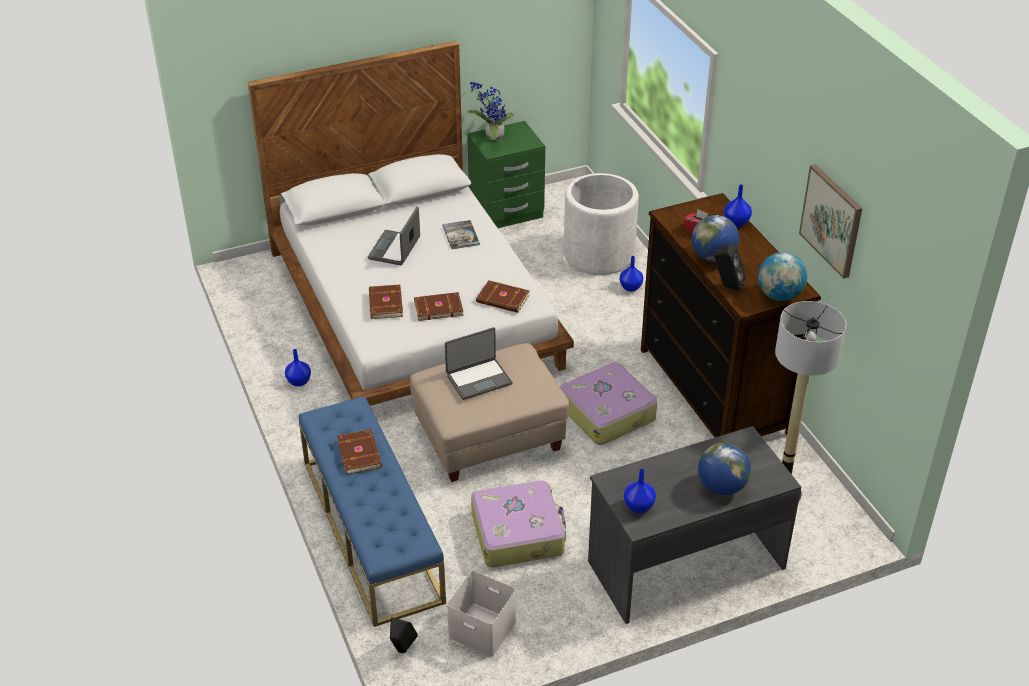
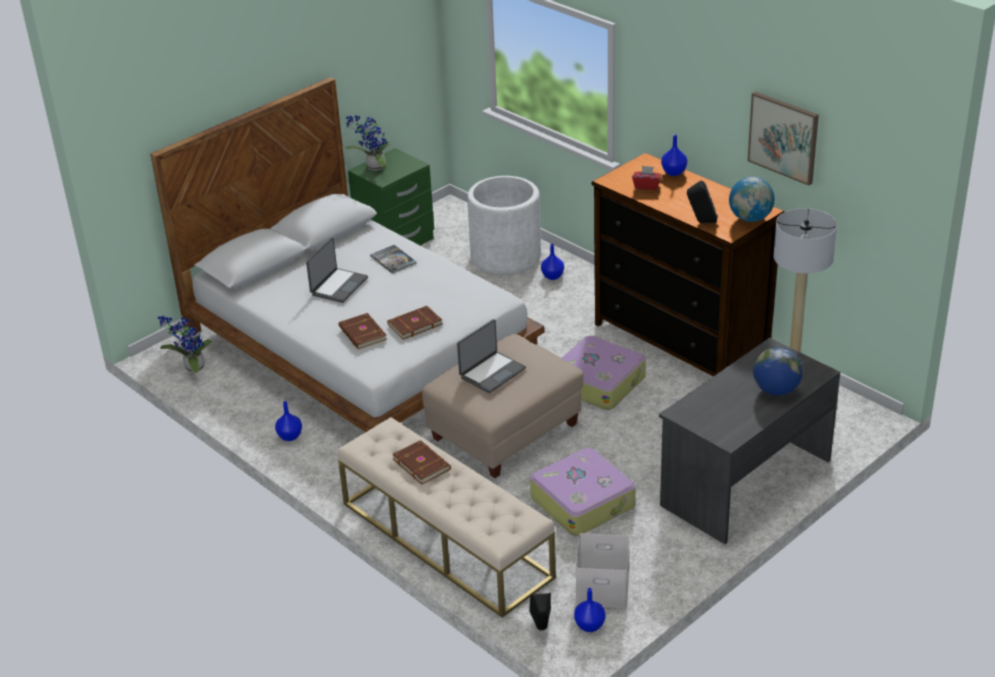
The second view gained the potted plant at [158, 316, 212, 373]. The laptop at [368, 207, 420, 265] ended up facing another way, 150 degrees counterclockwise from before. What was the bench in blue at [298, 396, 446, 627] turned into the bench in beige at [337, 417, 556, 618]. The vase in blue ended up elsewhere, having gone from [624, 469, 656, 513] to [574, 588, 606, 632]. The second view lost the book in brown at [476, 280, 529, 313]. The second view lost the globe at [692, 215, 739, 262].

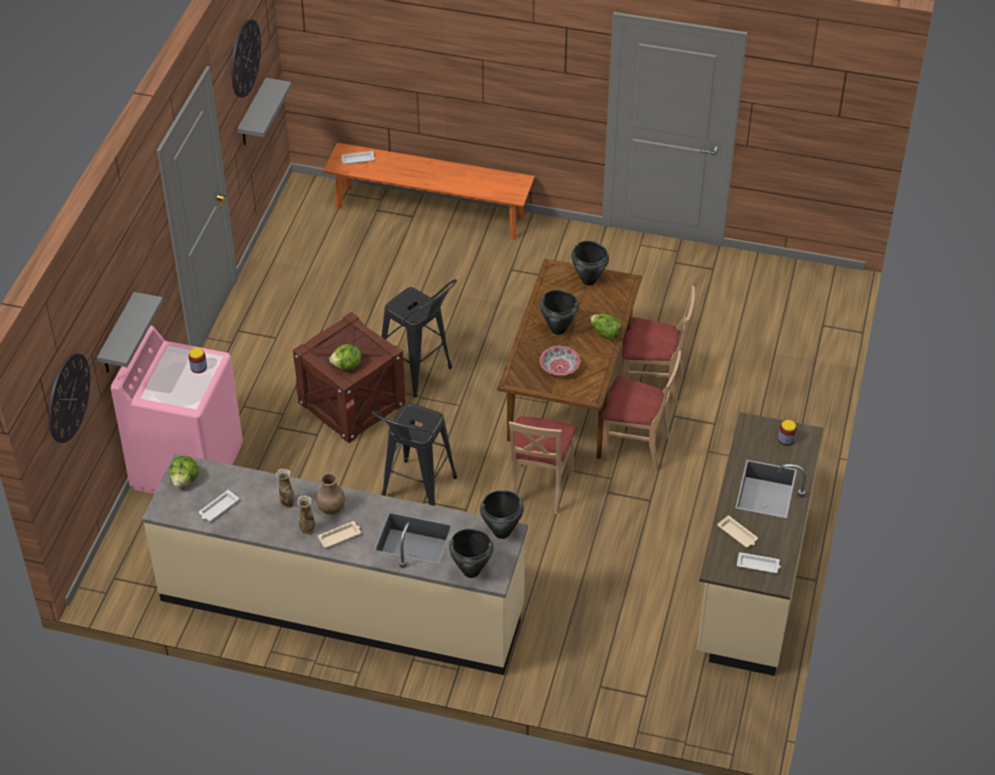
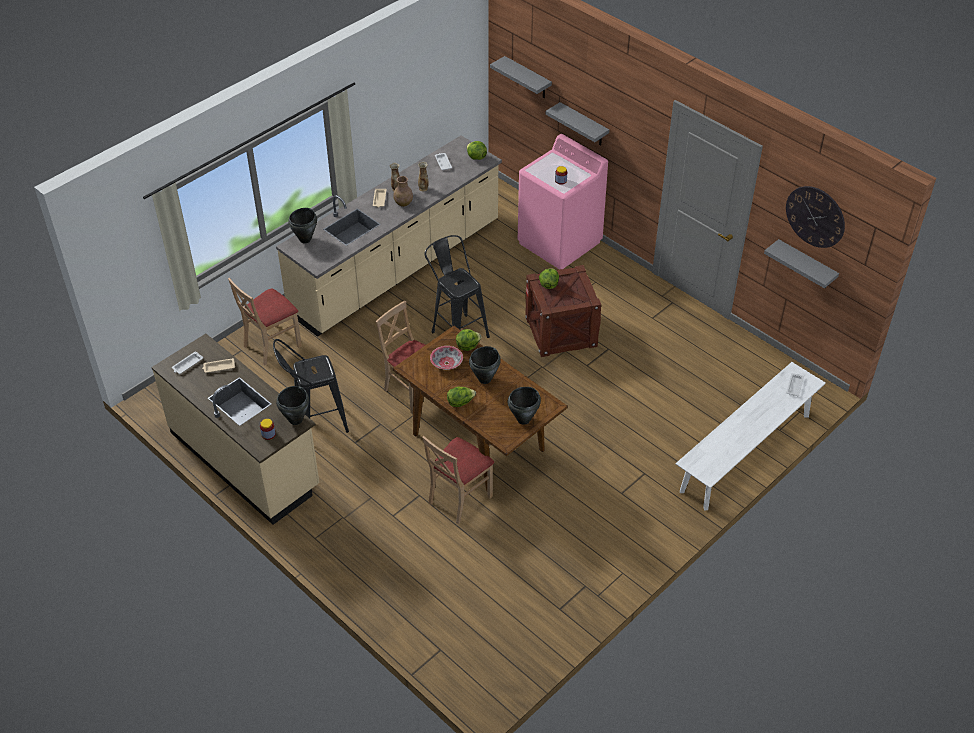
The chair in beige ended up elsewhere, having gone from [601, 350, 681, 471] to [228, 278, 302, 365]. The stool in black ended up elsewhere, having gone from [381, 279, 457, 398] to [273, 339, 349, 433]. The cooking pot in black ended up elsewhere, having gone from [480, 490, 524, 539] to [276, 386, 309, 425]. The second view gained the lettuce at [456, 329, 481, 351]. Where the wall clock hung at [49, 353, 90, 443], the shelf in grey came to hang at [490, 56, 552, 98]. What was the bench in orange at [323, 143, 535, 240] turned into the bench in white at [676, 362, 826, 511].

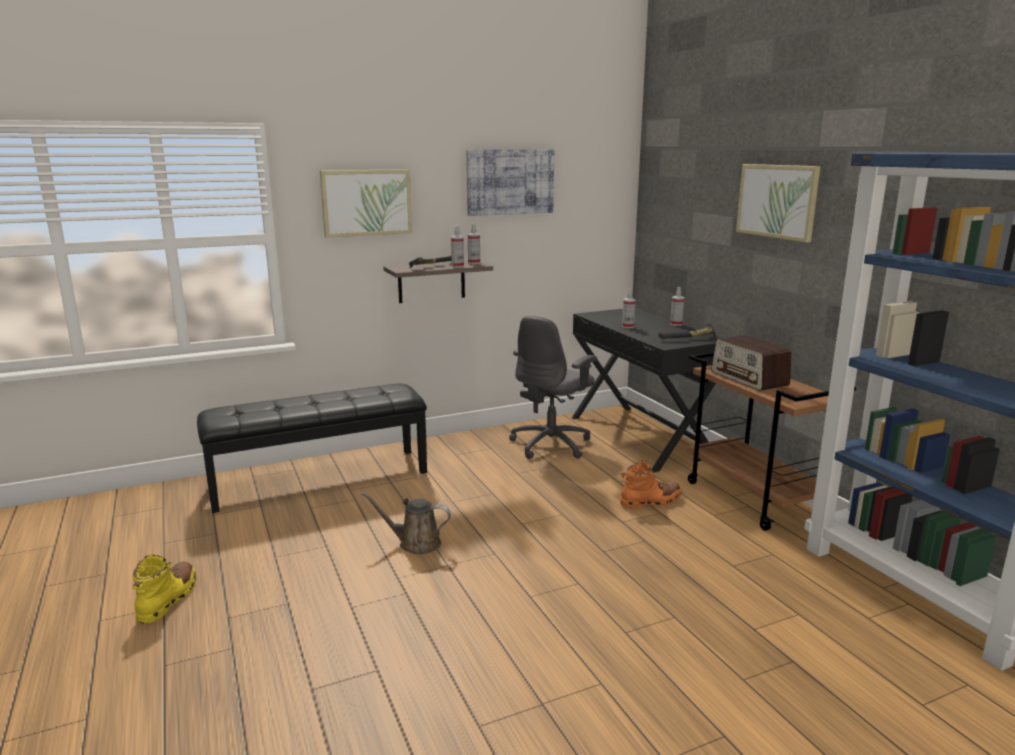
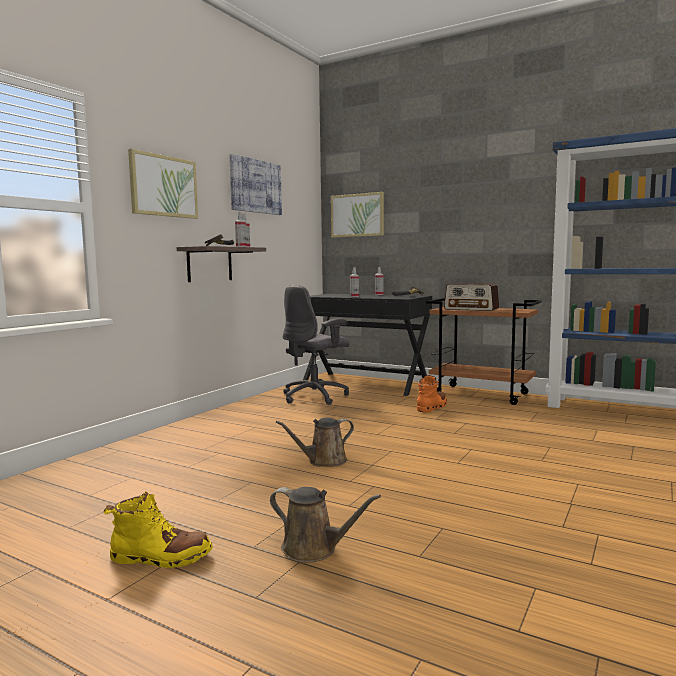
The boot in yellow at [133, 555, 196, 624] ended up facing another way, 120 degrees clockwise from before. The second view gained the watering can in brown at [270, 487, 381, 563]. The office chair in grey at [509, 316, 597, 459] ended up facing another way, 45 degrees clockwise from before. The picture ended up elsewhere, having gone from [736, 164, 821, 242] to [331, 192, 384, 237]. The second view lost the bench in black at [197, 383, 427, 513].

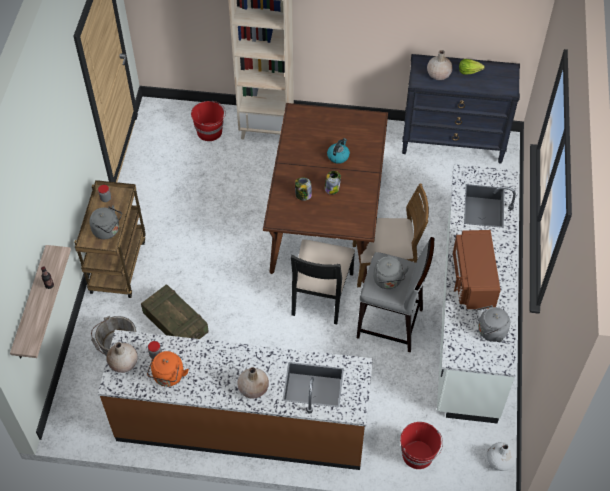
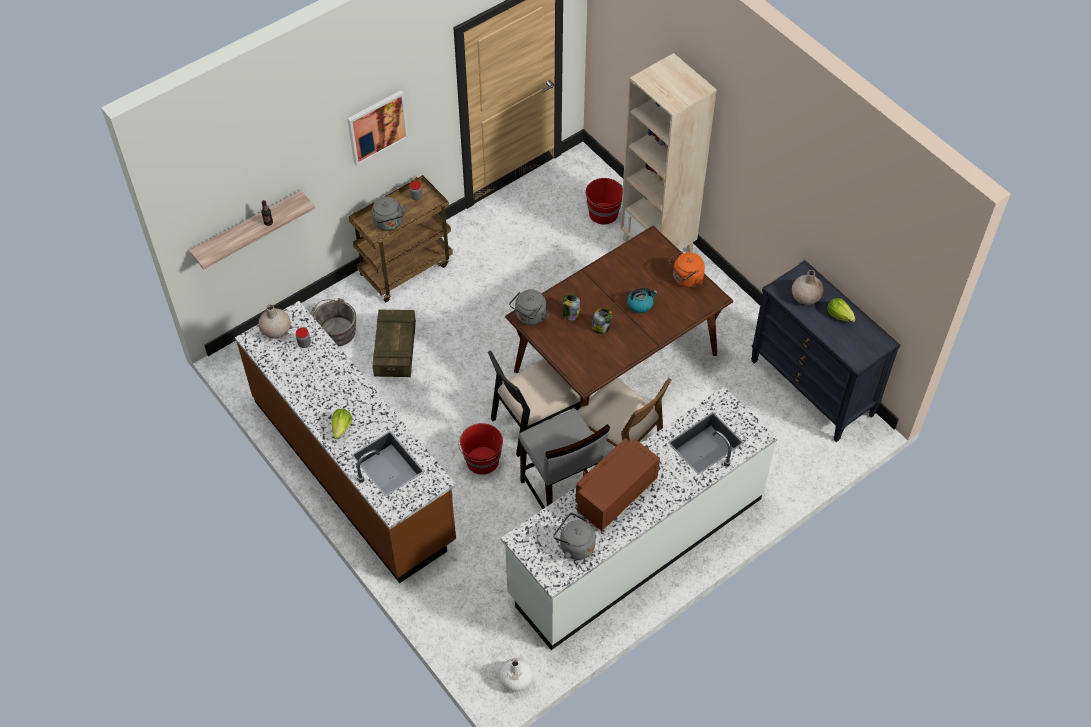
Where the vase in beige stood at [237, 367, 269, 399], the lettuce came to stand at [332, 408, 352, 439]. The second view gained the picture at [347, 90, 409, 166]. The bucket in red ended up elsewhere, having gone from [400, 422, 443, 469] to [458, 423, 503, 475]. The kettle in grey ended up elsewhere, having gone from [373, 256, 409, 289] to [509, 289, 549, 325]. The kettle in orange ended up elsewhere, having gone from [147, 351, 189, 387] to [668, 251, 705, 287].

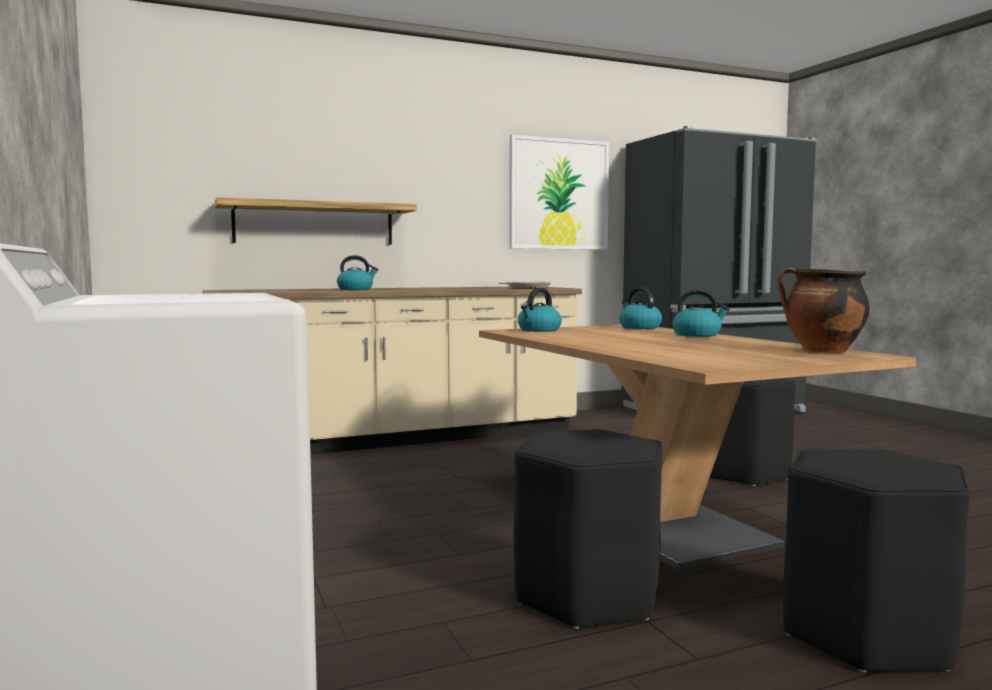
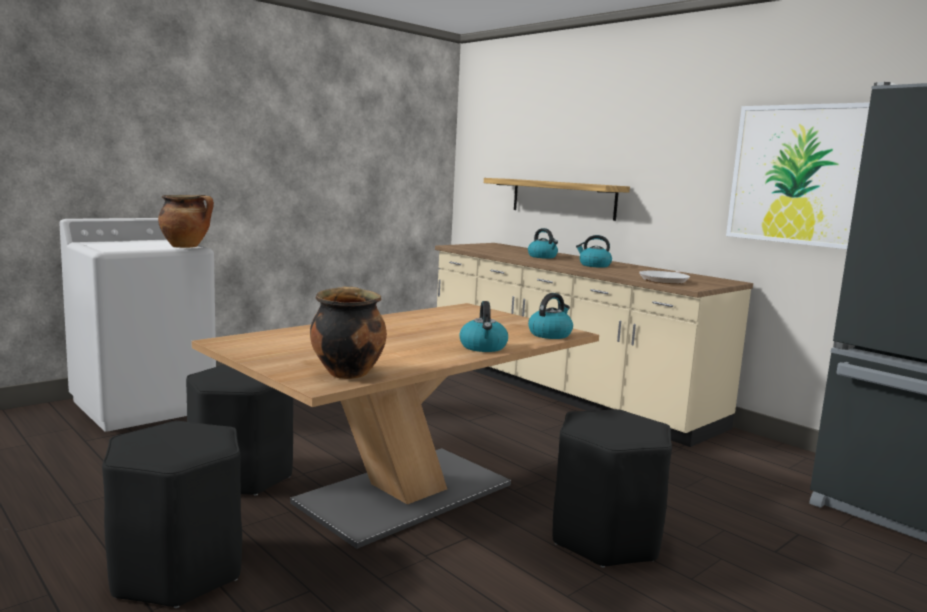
The second view gained the cooking pot at [158, 195, 214, 248]. The kettle ended up elsewhere, having gone from [518, 288, 562, 332] to [576, 235, 612, 268].

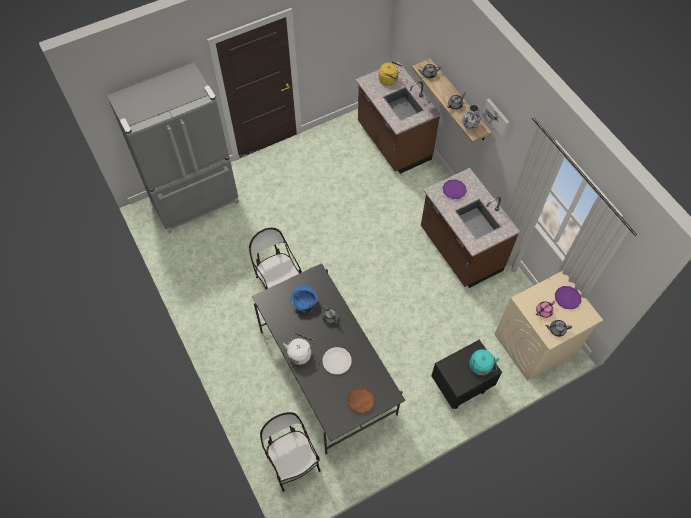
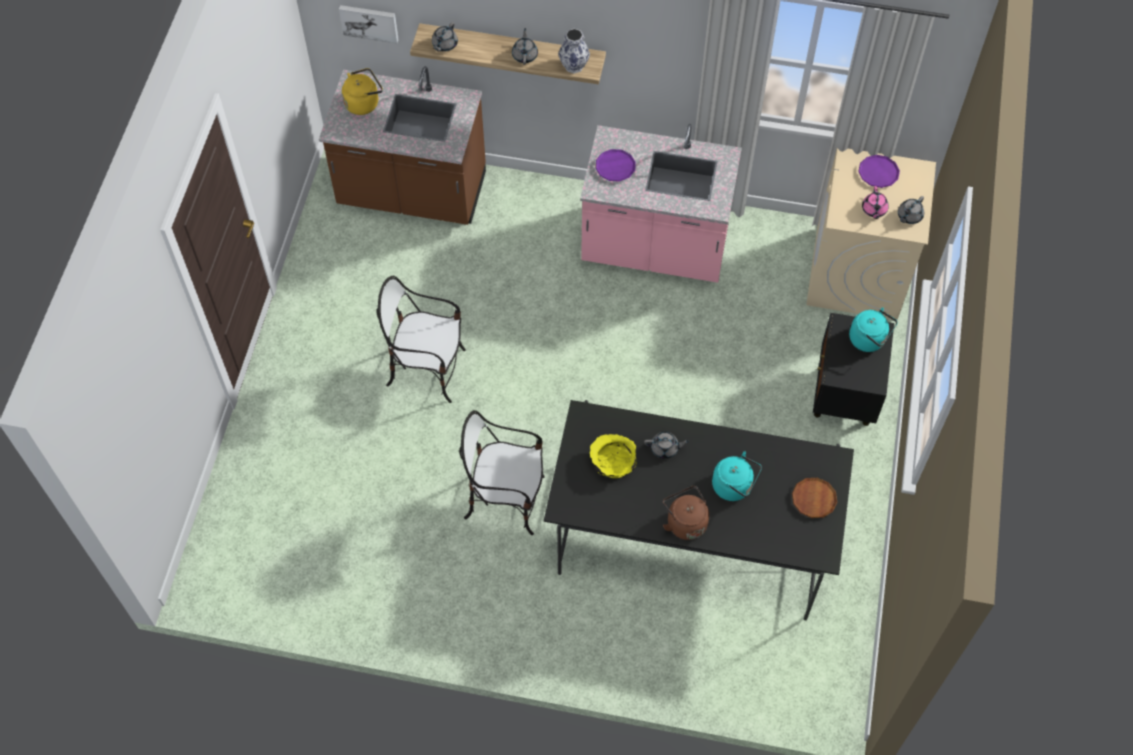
The picture ended up elsewhere, having gone from [482, 99, 510, 139] to [339, 5, 399, 44]. The chair ended up elsewhere, having gone from [260, 412, 321, 492] to [377, 275, 466, 403]. What was the counter in brown at [421, 168, 520, 288] turned into the counter in pink at [580, 124, 742, 283]. What was the bowl in blue at [290, 285, 317, 313] turned into the bowl in yellow at [590, 434, 636, 478]. What was the kettle in white at [283, 333, 314, 365] turned into the kettle in brown at [663, 486, 709, 540]. Where the plate in white stood at [323, 347, 352, 375], the kettle in turquoise came to stand at [712, 451, 762, 501]. The second view lost the fridge in grey at [107, 62, 239, 233].

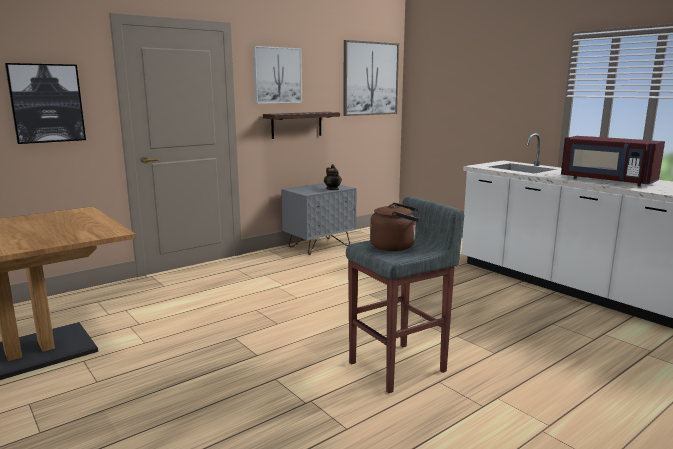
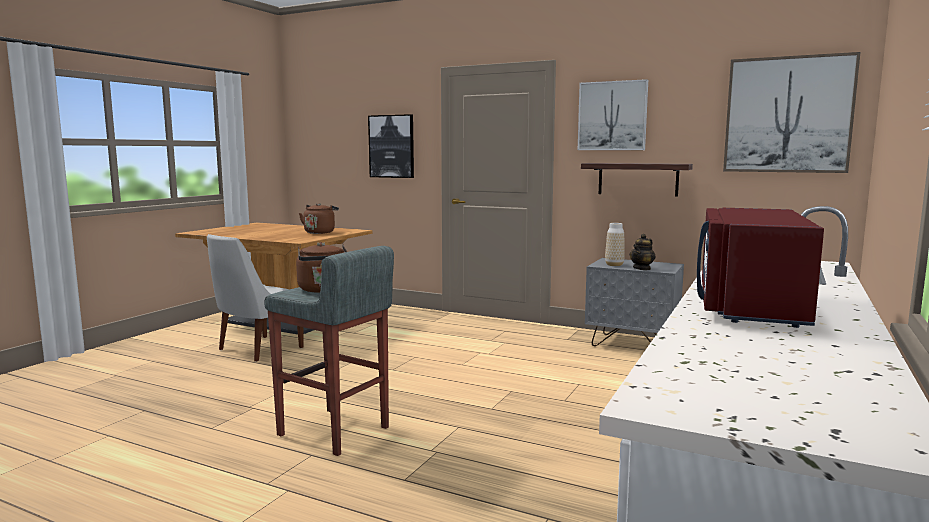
The second view gained the chair in white at [207, 234, 303, 362]. The second view gained the kettle in brown at [299, 203, 339, 234]. The second view gained the vase at [605, 223, 625, 266].

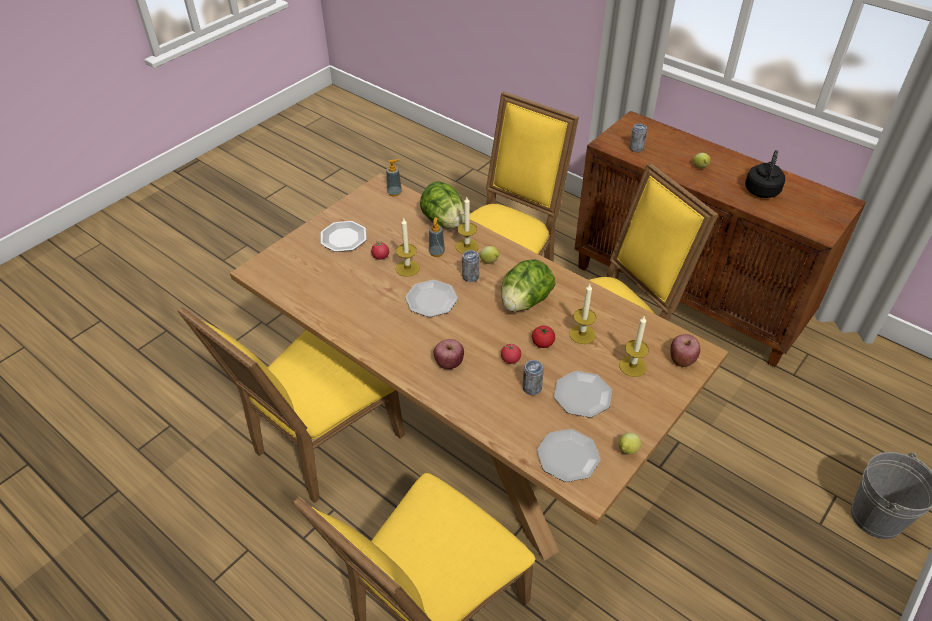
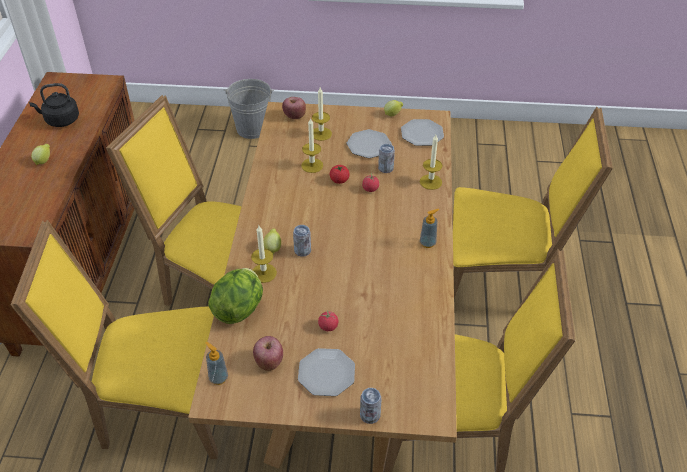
The apple ended up elsewhere, having gone from [434, 339, 464, 369] to [253, 336, 283, 371]. The can ended up elsewhere, having gone from [629, 124, 647, 152] to [360, 388, 381, 424]. The candle ended up elsewhere, having gone from [396, 217, 420, 277] to [420, 135, 443, 190]. The soap dispenser ended up elsewhere, having gone from [429, 217, 445, 257] to [420, 209, 439, 248]. The second view lost the plate at [405, 280, 458, 317]. The second view lost the lettuce at [501, 260, 556, 312].

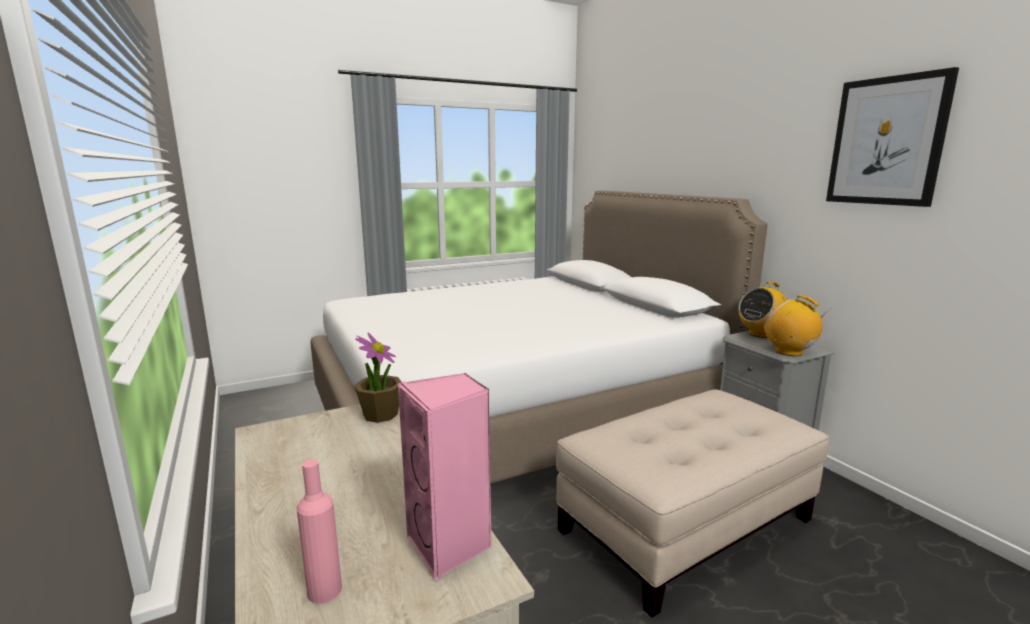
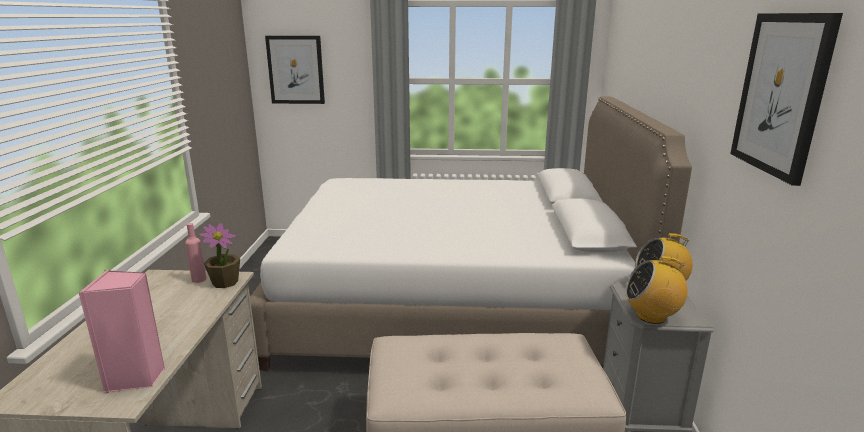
The bottle in pink ended up elsewhere, having gone from [297, 459, 342, 604] to [185, 223, 206, 283]. The second view gained the picture at [265, 36, 325, 104]. The radio at [763, 295, 831, 356] ended up facing another way, 75 degrees counterclockwise from before.

